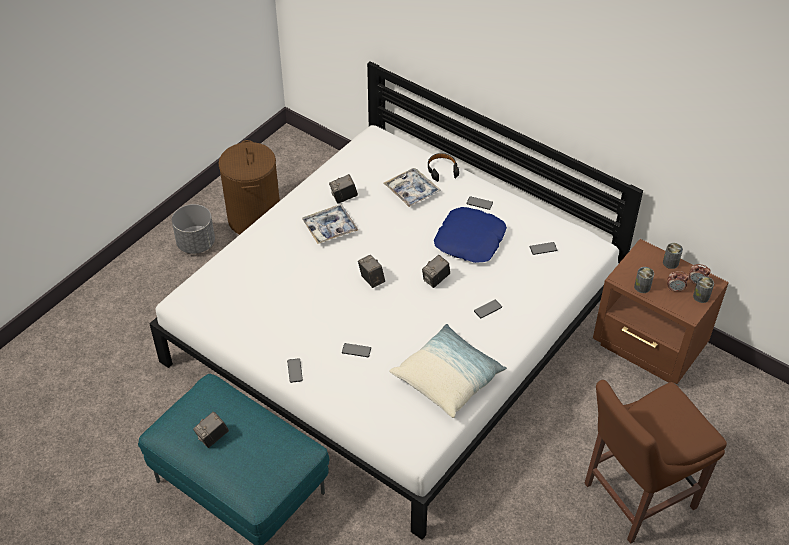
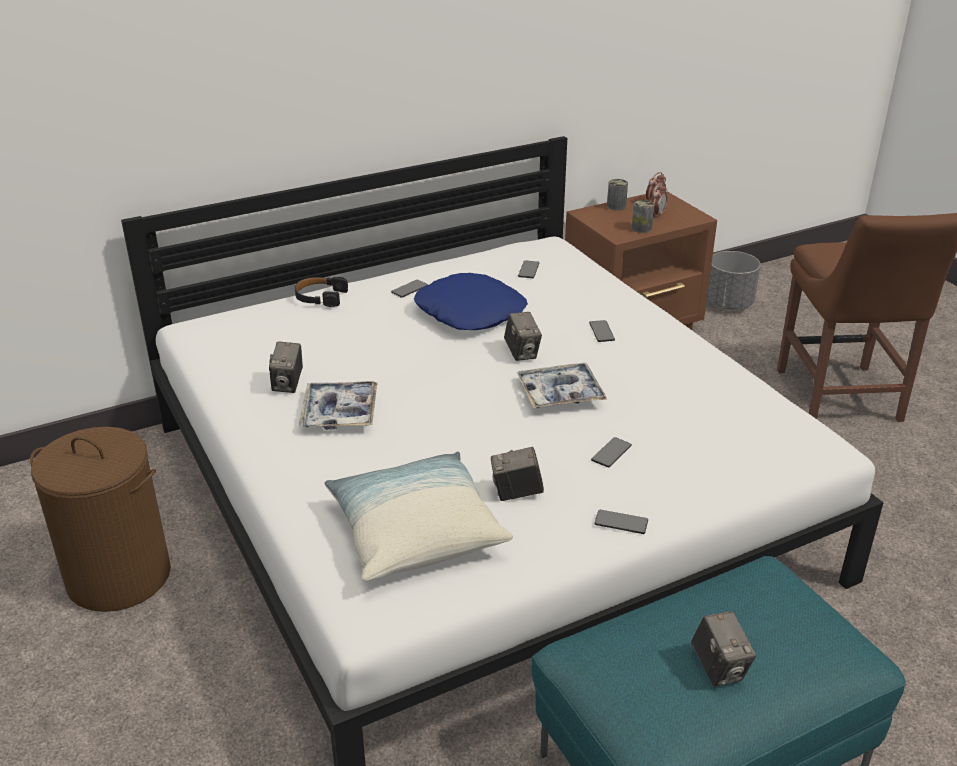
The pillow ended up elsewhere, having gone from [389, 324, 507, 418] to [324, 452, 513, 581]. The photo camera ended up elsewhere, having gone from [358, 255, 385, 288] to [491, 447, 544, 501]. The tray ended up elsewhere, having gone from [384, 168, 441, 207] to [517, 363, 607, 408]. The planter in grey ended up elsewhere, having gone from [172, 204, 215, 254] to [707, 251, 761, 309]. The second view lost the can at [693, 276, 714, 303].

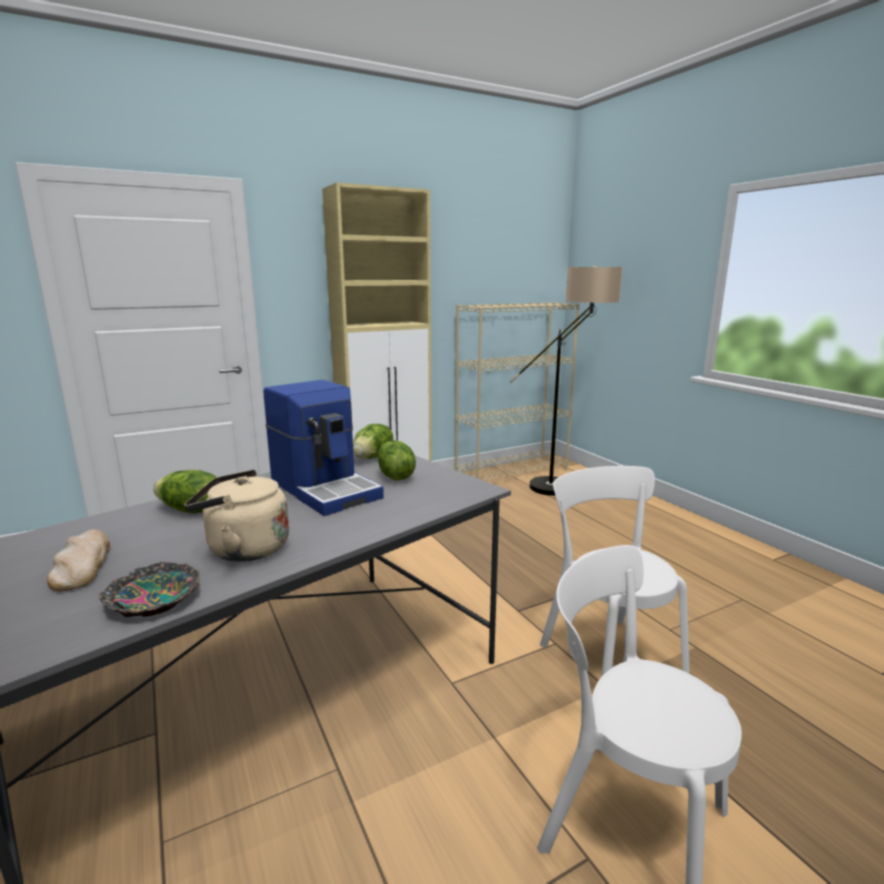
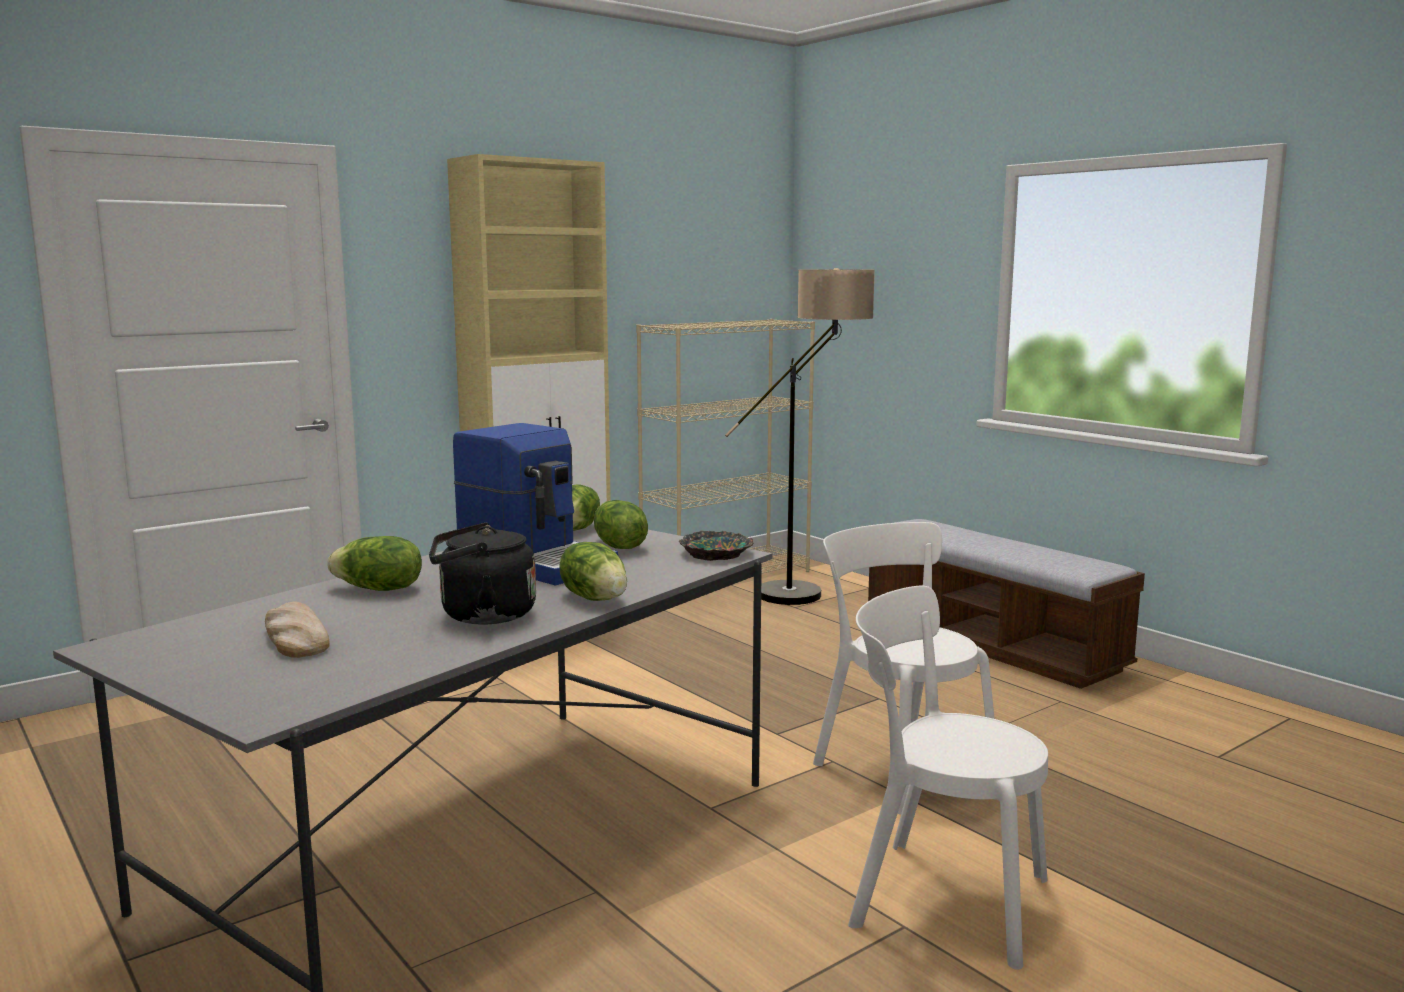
What was the kettle in beige at [185, 470, 289, 562] turned into the kettle in black at [429, 522, 536, 624]. The second view gained the lettuce at [559, 542, 627, 601]. The bowl ended up elsewhere, having gone from [99, 562, 200, 617] to [679, 530, 753, 561]. The second view gained the bench at [868, 519, 1145, 689].

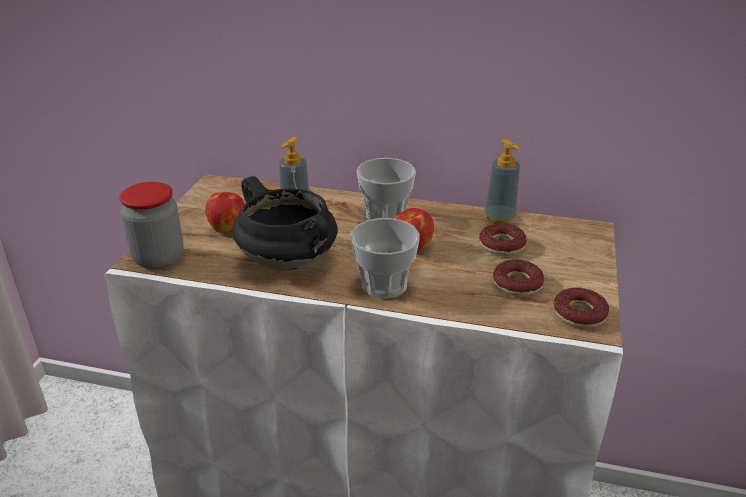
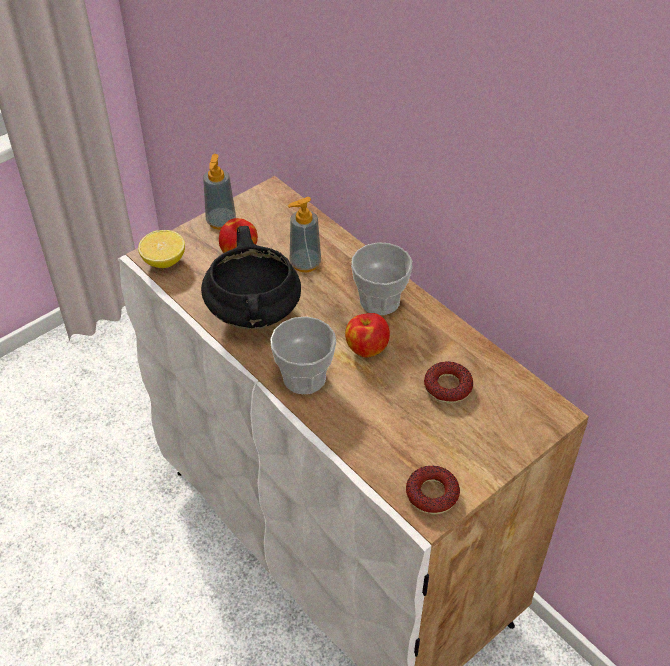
Where the jar stood at [119, 182, 184, 269], the lemon came to stand at [138, 230, 185, 268]. The soap dispenser ended up elsewhere, having gone from [485, 139, 520, 224] to [203, 154, 236, 230]. The second view lost the donut at [493, 260, 544, 296].

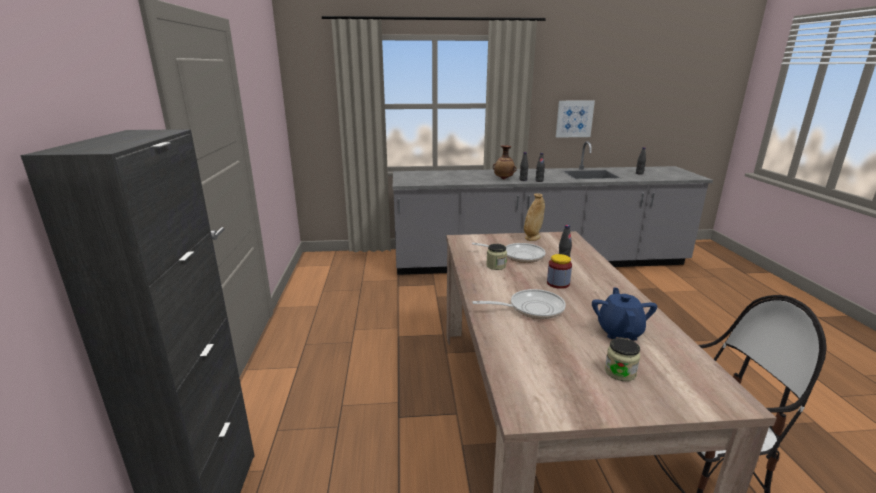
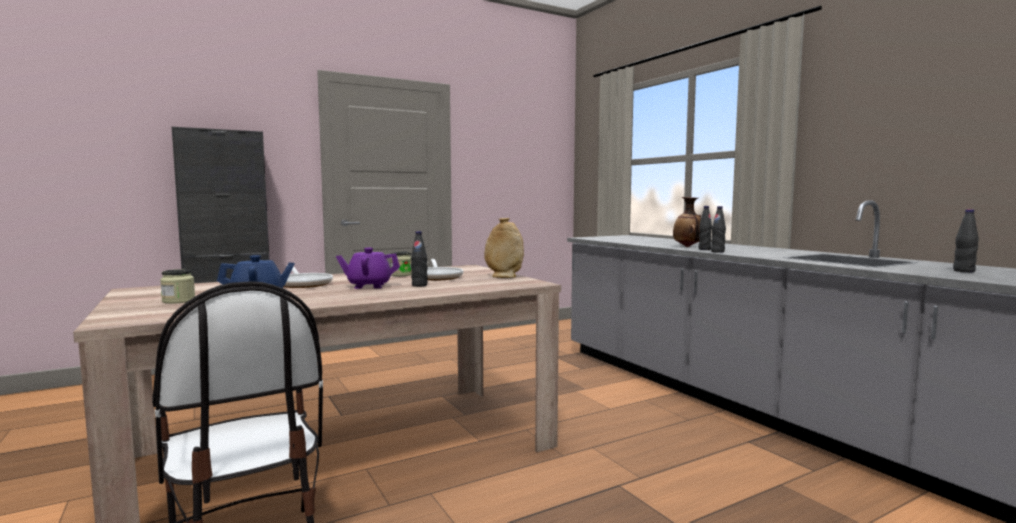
Where the jar stood at [547, 254, 572, 289], the teapot in purple came to stand at [336, 248, 400, 289]. The second view lost the picture at [556, 100, 595, 138].

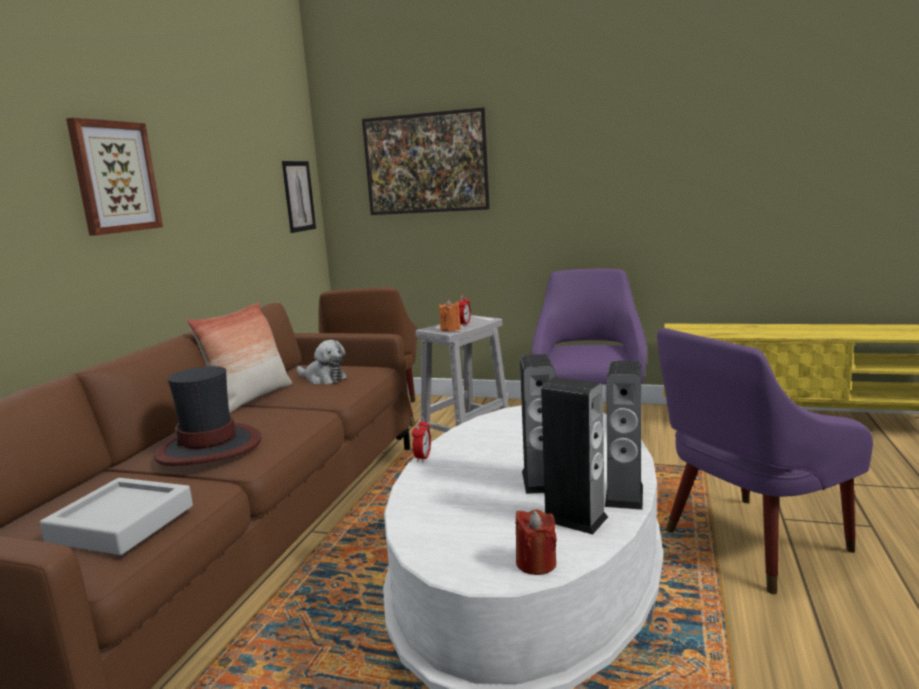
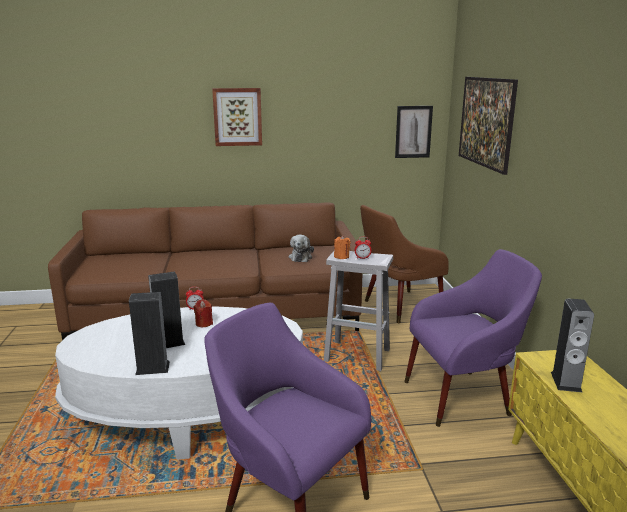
The candle in red ended up elsewhere, having gone from [515, 509, 557, 575] to [194, 299, 213, 327]. The speaker ended up elsewhere, having gone from [541, 377, 608, 534] to [551, 298, 594, 392]. The second view lost the tray in grey at [40, 478, 193, 555]. The second view lost the hat at [154, 366, 262, 466]. The second view lost the pillow at [186, 302, 292, 413].

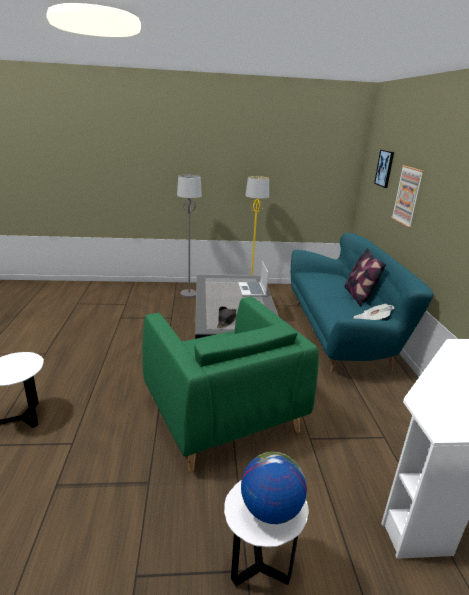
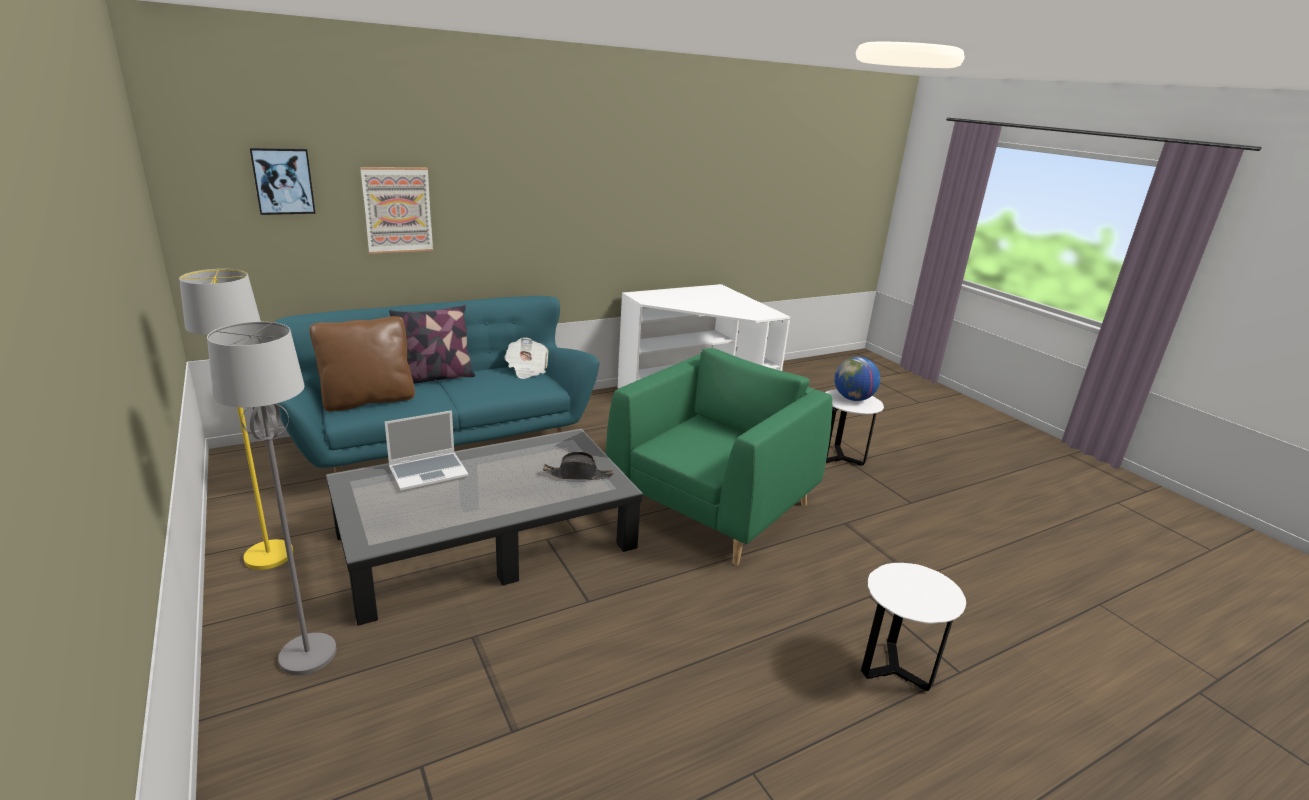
The second view gained the pillow in brown at [309, 316, 415, 412].

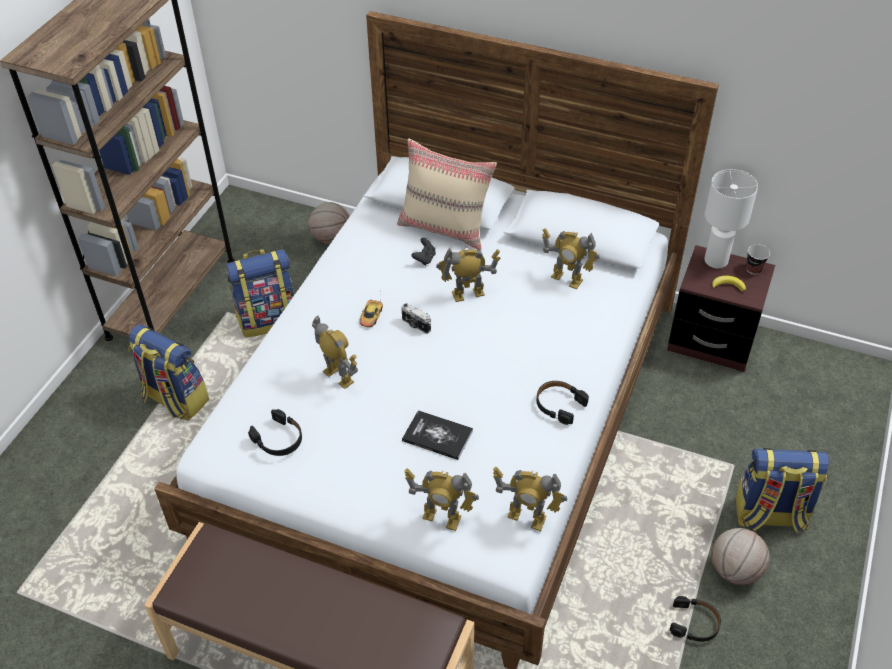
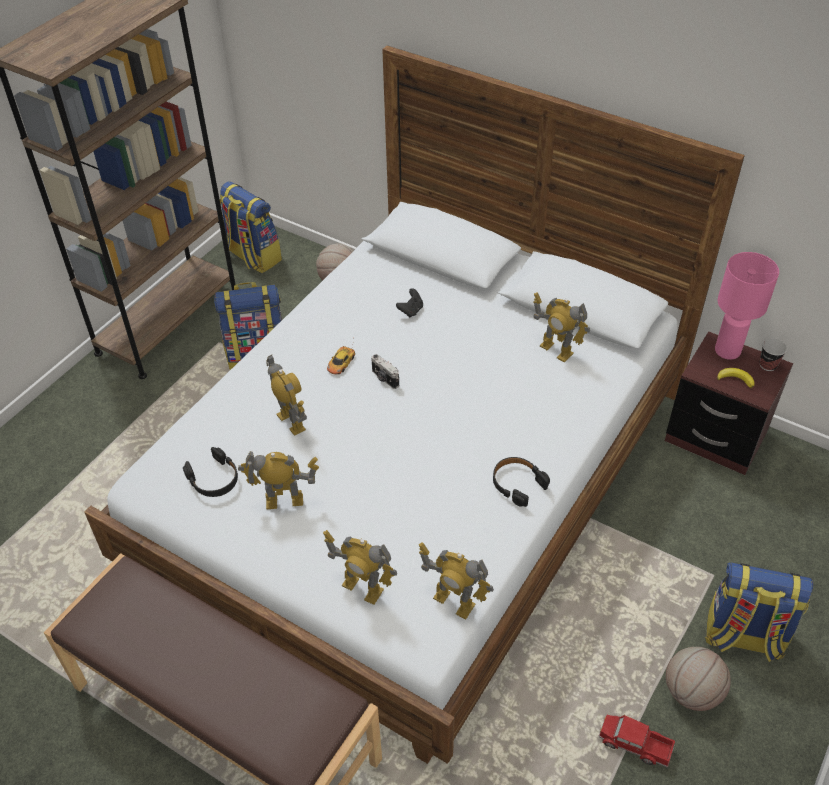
The backpack ended up elsewhere, having gone from [129, 325, 209, 421] to [220, 181, 282, 273]. The toy robot ended up elsewhere, having gone from [436, 248, 501, 302] to [238, 450, 319, 510]. Where the headphones in black stood at [670, 596, 721, 642], the toy truck came to stand at [598, 715, 675, 768]. What was the table lamp in white at [704, 169, 758, 269] turned into the table lamp in pink at [715, 252, 779, 360]. The second view lost the pillow in beige at [397, 138, 497, 250]. The second view lost the book at [402, 410, 473, 460].

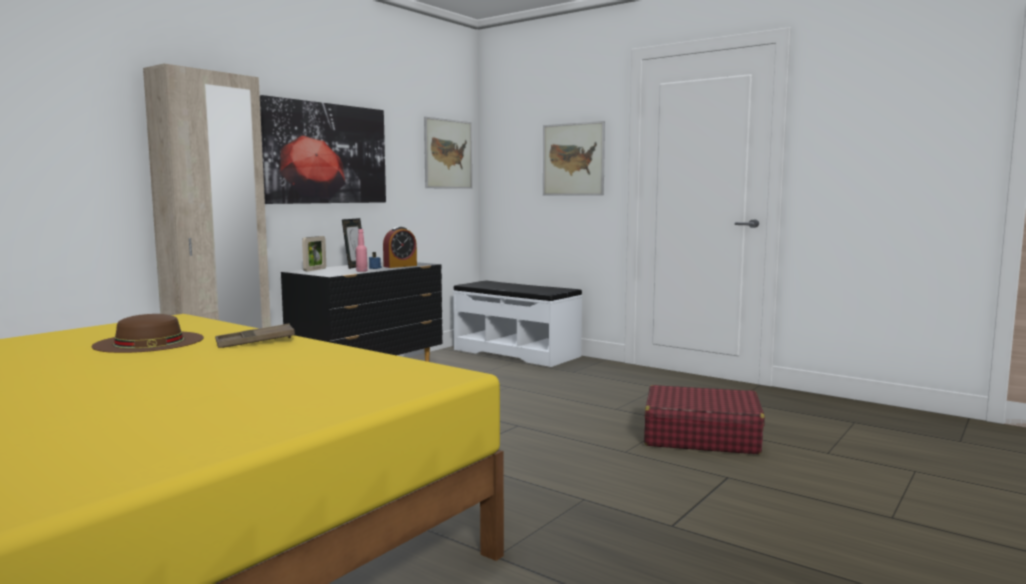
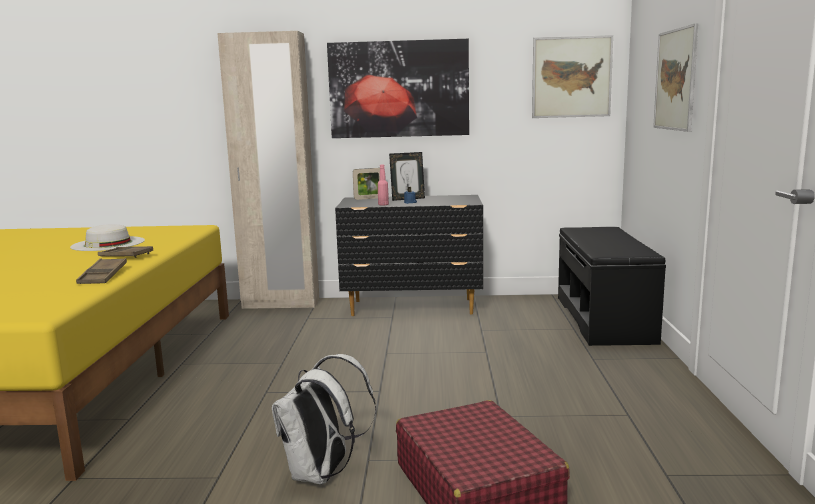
What was the hat in brown at [91, 314, 204, 353] turned into the hat in white at [70, 224, 145, 251]. The second view gained the tray in brown at [76, 258, 127, 284]. The second view gained the backpack in white at [272, 354, 376, 484]. What was the bench in white at [453, 281, 582, 367] turned into the bench in black at [558, 227, 666, 346]. The second view lost the alarm clock at [383, 227, 417, 268].

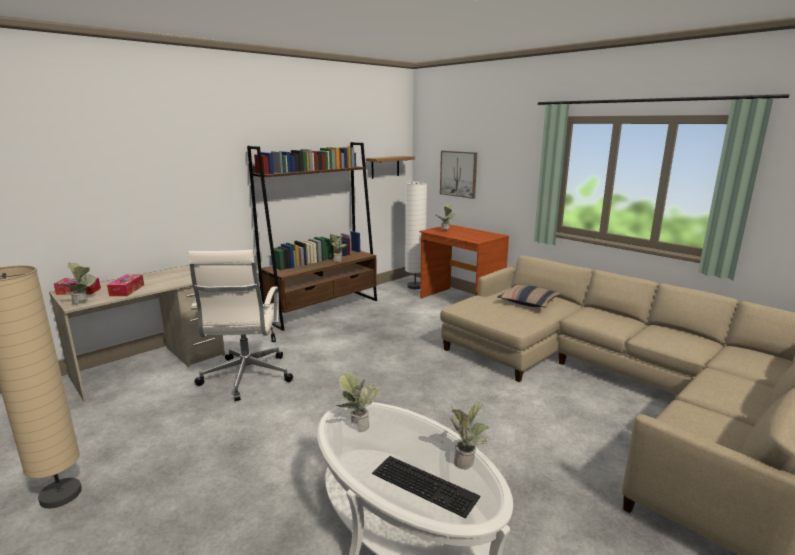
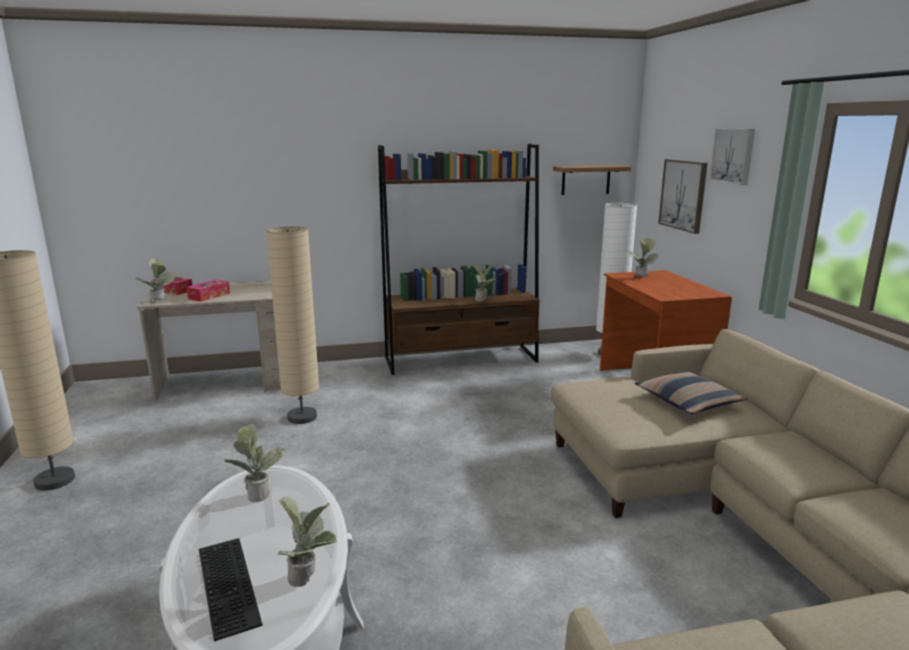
Where the office chair in white stood at [188, 250, 293, 401], the floor lamp in beige came to stand at [266, 226, 319, 424]. The second view gained the picture at [709, 129, 755, 185].

